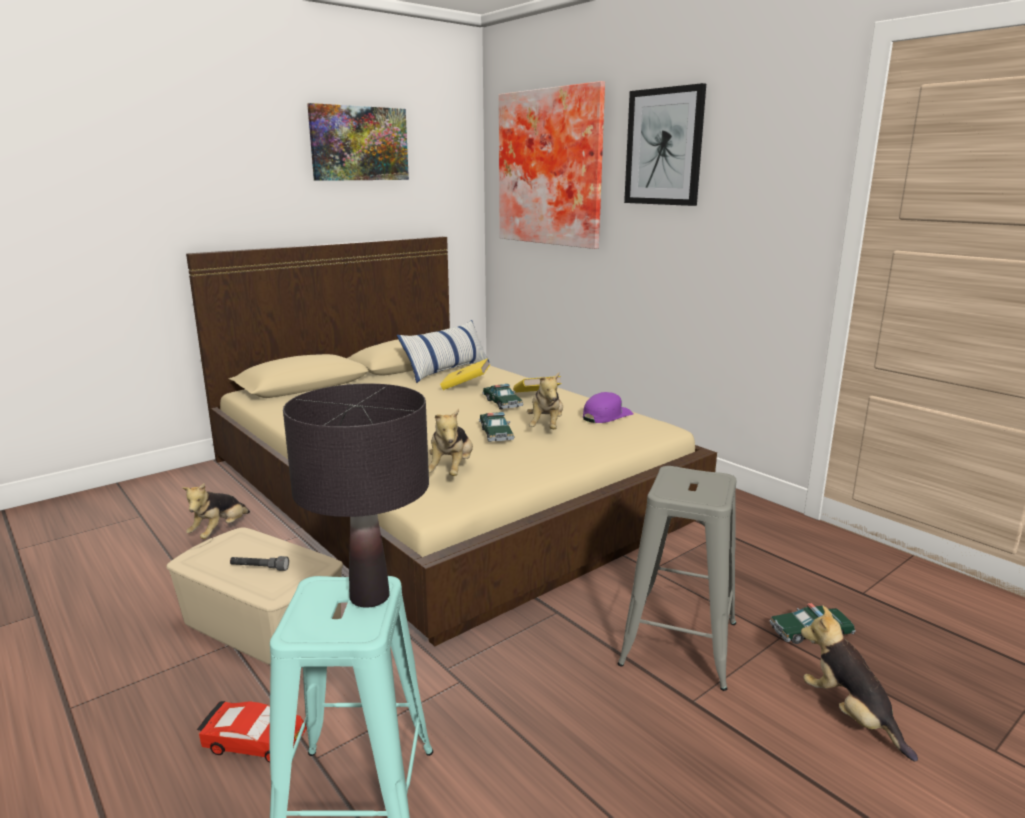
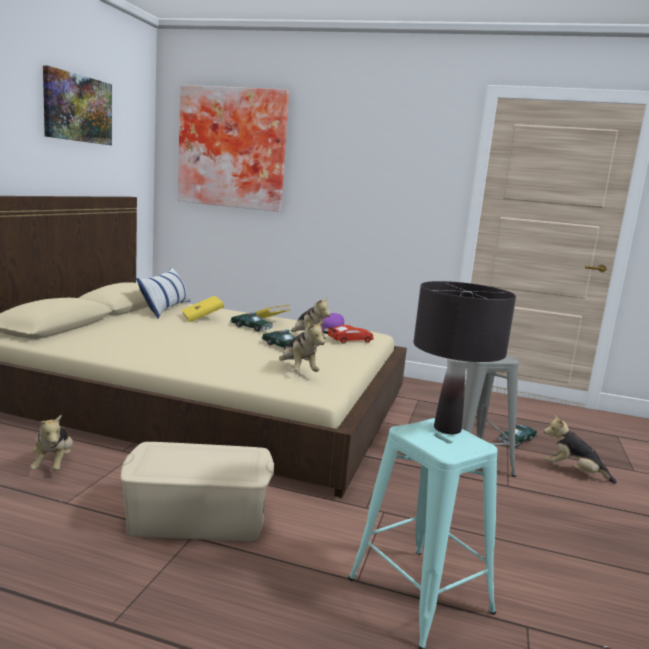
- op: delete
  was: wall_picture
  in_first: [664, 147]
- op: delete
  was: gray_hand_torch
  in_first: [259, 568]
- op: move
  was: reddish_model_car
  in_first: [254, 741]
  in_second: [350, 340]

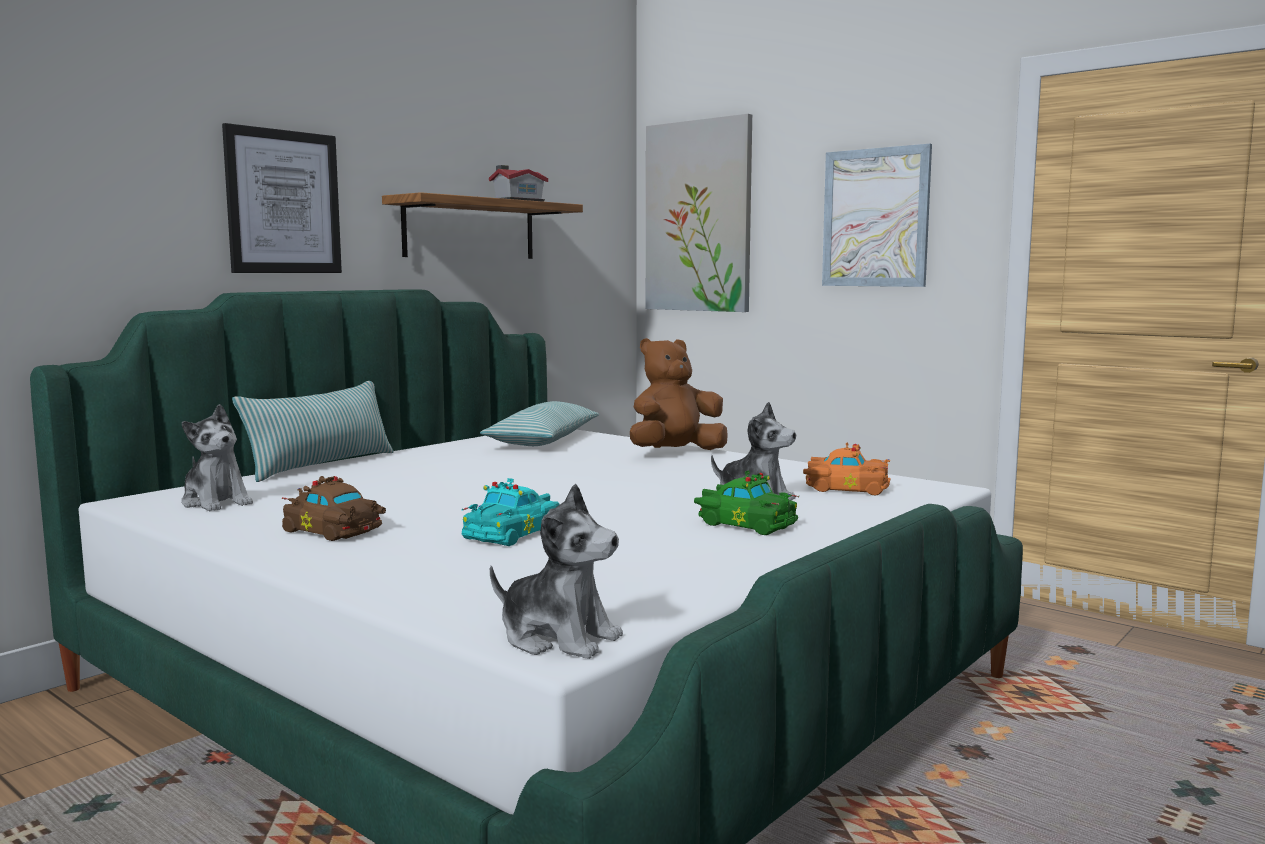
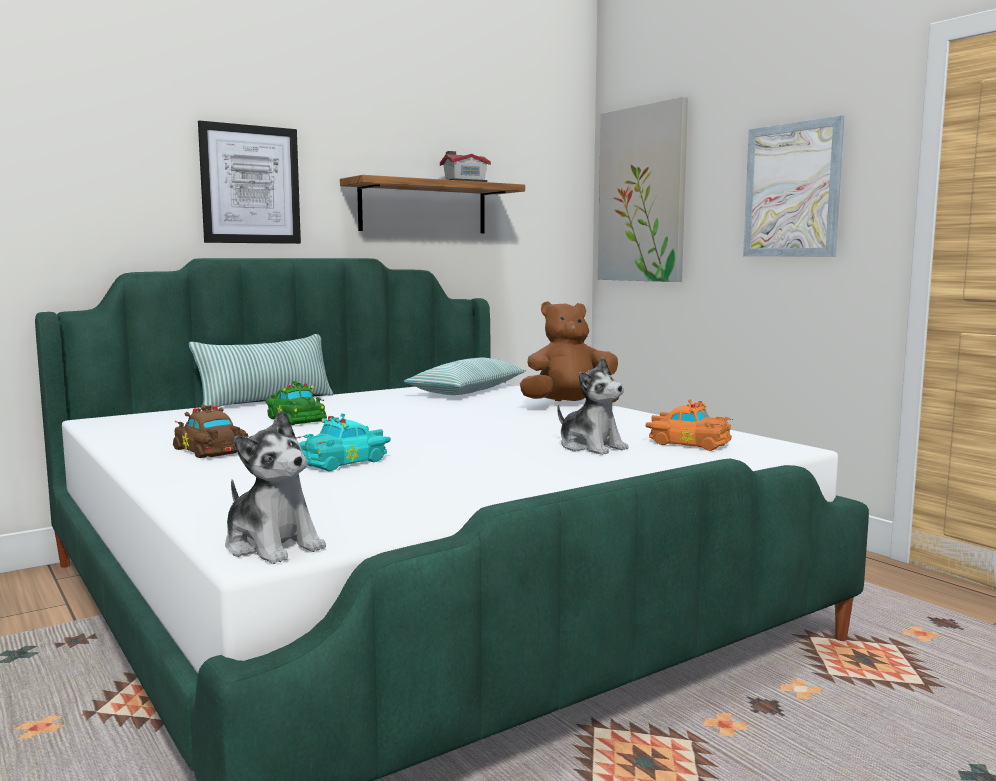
- op: delete
  was: cuddly_toy
  in_first: [216, 502]
- op: move
  was: green-coloured_model_car
  in_first: [745, 524]
  in_second: [296, 419]

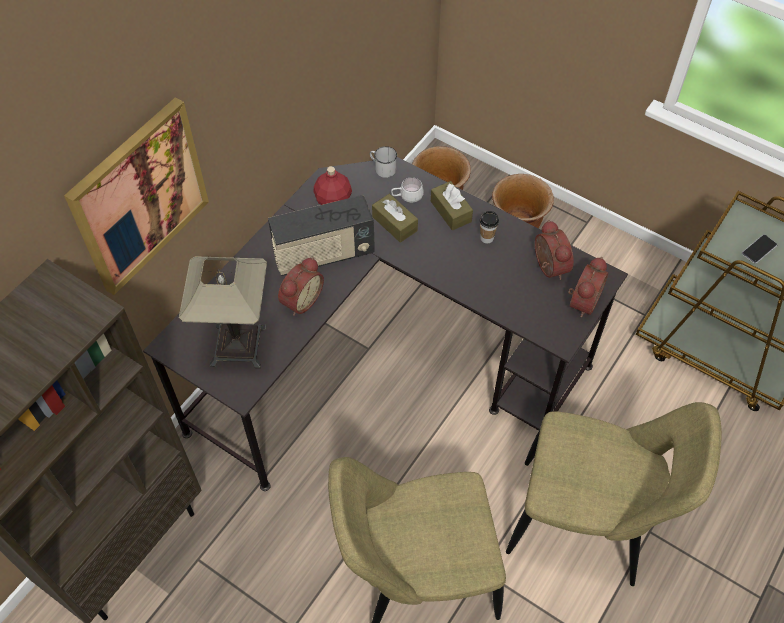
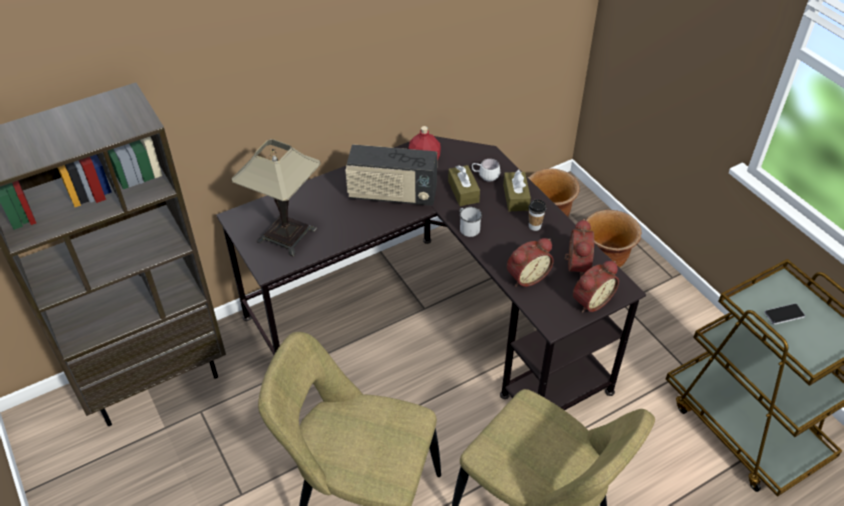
- op: delete
  was: wall_picture
  in_first: [139, 196]
- op: move
  was: white-coloured_mug
  in_first: [382, 168]
  in_second: [467, 227]
- op: move
  was: alarm_clock
  in_first: [300, 300]
  in_second: [526, 276]

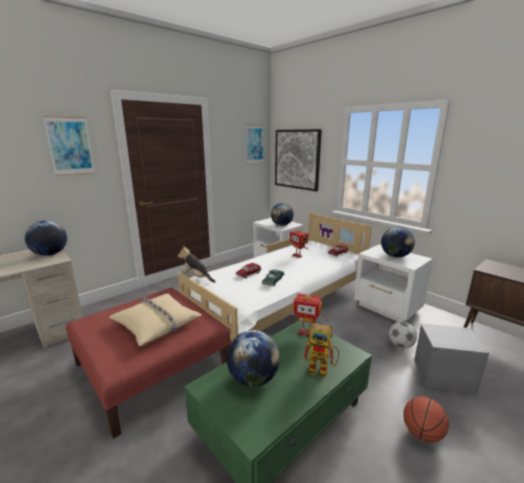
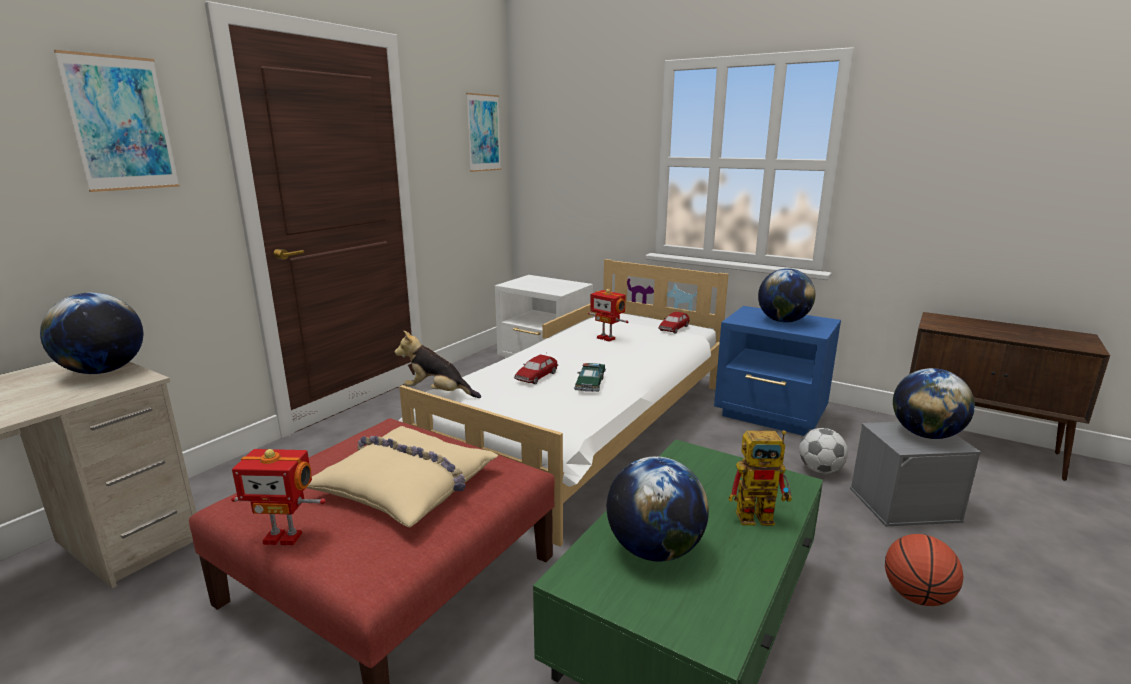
- op: delete
  was: wall_picture
  in_first: [297, 159]
- op: move
  was: desk_globe
  in_first: [281, 225]
  in_second: [925, 434]
- op: recolor
  was: white-coloured_night_table
  now: blue_night_table
  in_first: [387, 308]
  in_second: [771, 415]
- op: move
  was: toy_robot
  in_first: [306, 332]
  in_second: [284, 537]

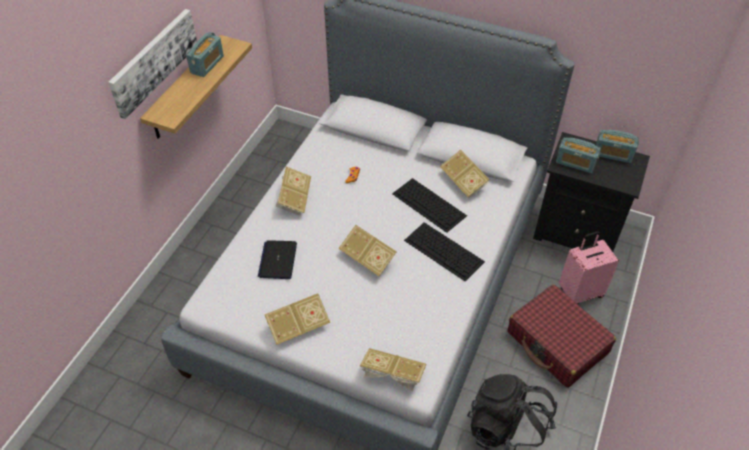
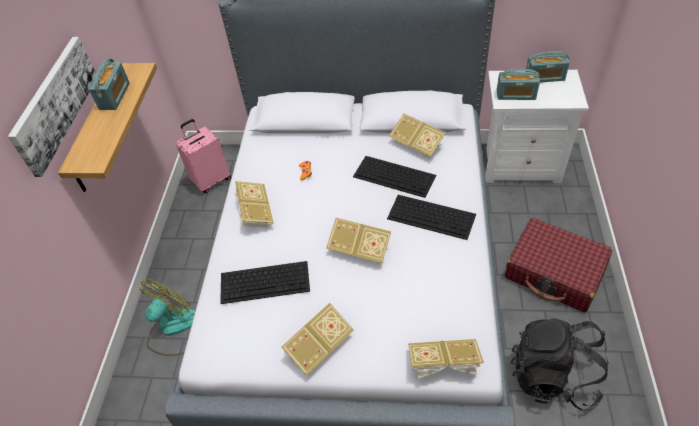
- op: recolor
  was: black_night_table
  now: white-coloured_night_table
  in_first: [577, 232]
  in_second: [520, 164]
- op: move
  was: pinkish_piece_of_luggage
  in_first: [580, 292]
  in_second: [211, 180]
- op: replace
  was: laptop
  now: PC_keyboard
  in_first: [278, 260]
  in_second: [265, 281]
- op: insert
  now: cooling_fan
  in_second: [172, 329]

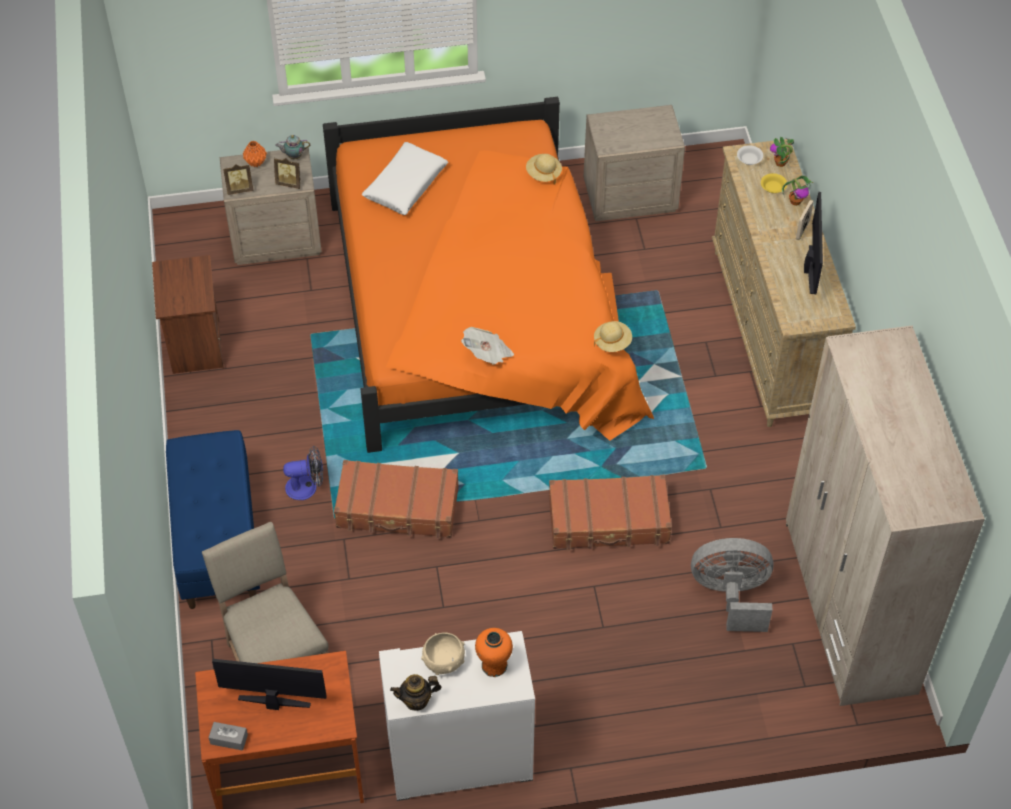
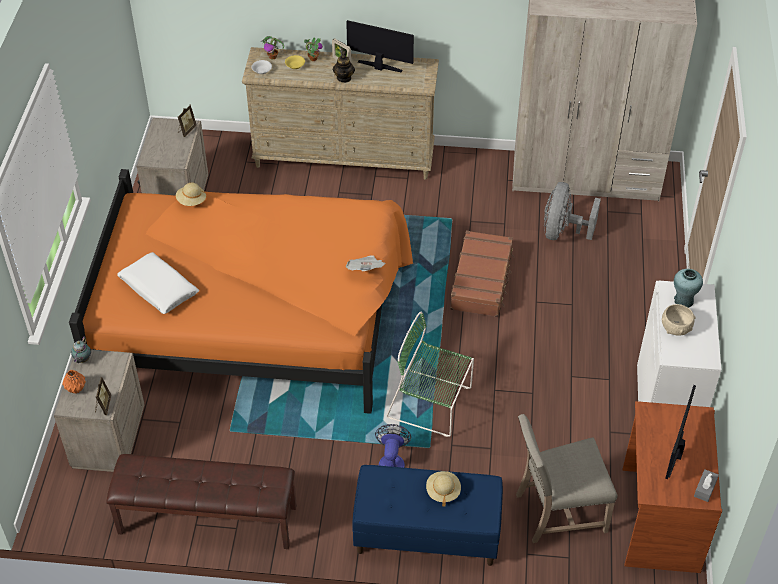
- op: move
  was: photo_frame
  in_first: [289, 183]
  in_second: [186, 130]
- op: replace
  was: brownish_night_table
  now: brownish_indoor_bench
  in_first: [194, 346]
  in_second: [207, 520]
- op: move
  was: sand-coloured_wearable_hat
  in_first: [612, 342]
  in_second: [443, 491]
- op: replace
  was: brownish_piece_of_luggage
  now: green-coloured_plain_chair
  in_first: [398, 508]
  in_second: [432, 404]
- op: recolor
  was: orange-coloured_flower_vase
  now: turquoise-coloured_flower_vase
  in_first: [494, 665]
  in_second: [683, 301]
- op: move
  was: pot_for_tea
  in_first: [416, 700]
  in_second: [344, 78]

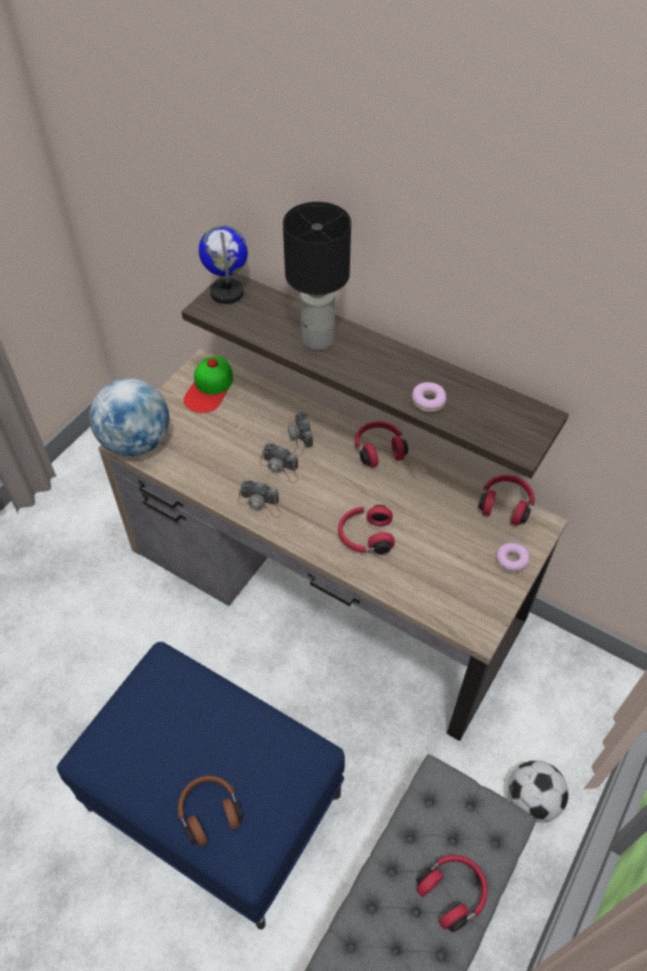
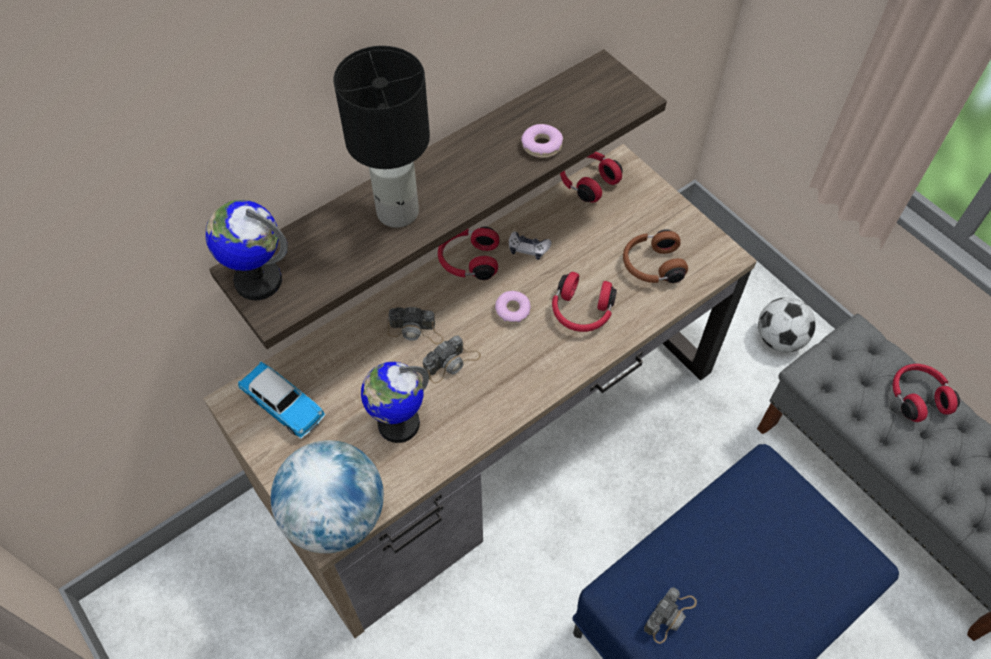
- op: replace
  was: peaked_cap
  now: model_car
  in_first: [209, 388]
  in_second: [284, 405]
- op: move
  was: still_camera
  in_first: [261, 503]
  in_second: [670, 615]
- op: move
  was: doughnut
  in_first: [511, 560]
  in_second: [512, 311]
- op: move
  was: brownish_headset
  in_first: [209, 811]
  in_second: [651, 266]
- op: insert
  now: gamepad
  in_second: [528, 249]
- op: insert
  now: desk_globe
  in_second: [398, 423]

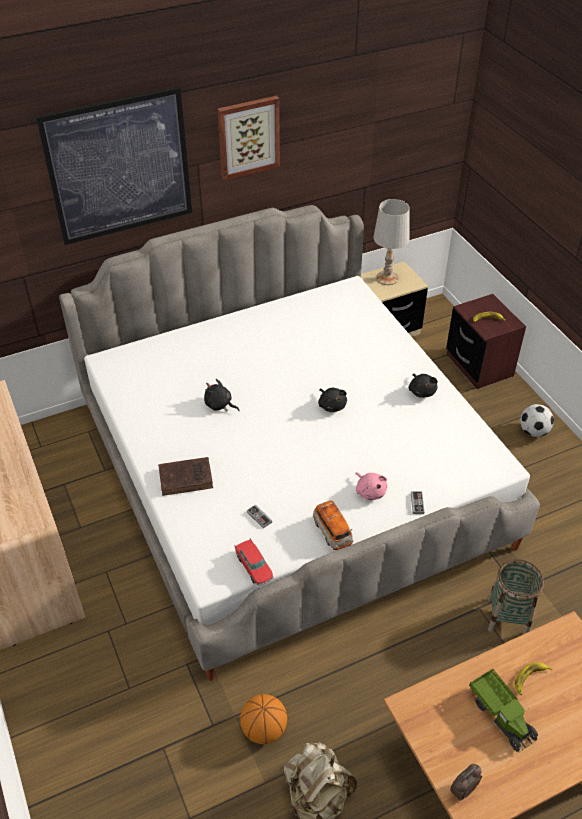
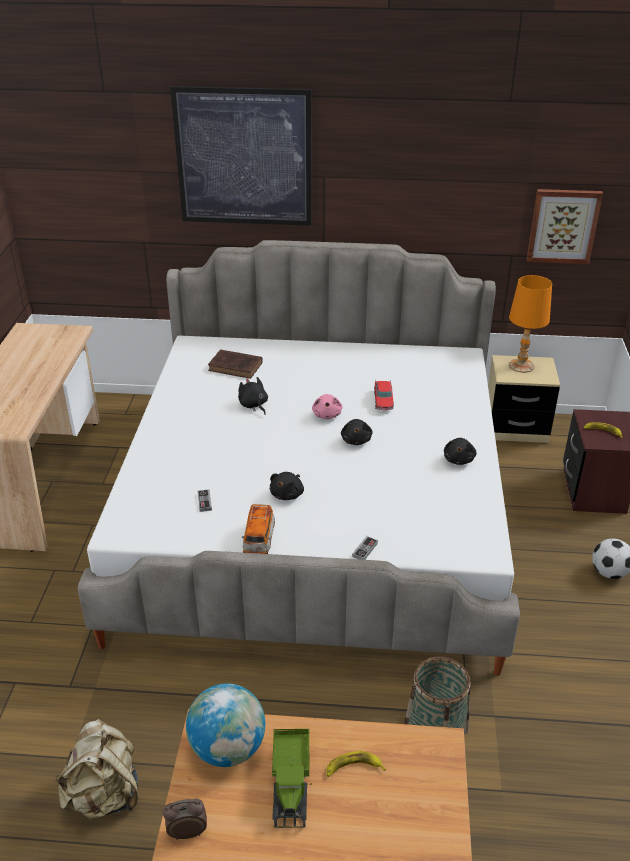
- op: move
  was: wall_picture
  in_first: [248, 137]
  in_second: [563, 226]
- op: recolor
  was: white-coloured_table_lamp
  now: orange-coloured_table_lamp
  in_first: [387, 278]
  in_second: [522, 365]
- op: move
  was: brownish_book
  in_first: [187, 478]
  in_second: [237, 367]
- op: move
  was: pinkish_cuddly_toy
  in_first: [370, 491]
  in_second: [327, 414]
- op: move
  was: model_car
  in_first: [254, 566]
  in_second: [383, 401]
- op: delete
  was: basketball
  in_first: [264, 729]
- op: insert
  now: black_cuddly_toy
  in_second: [288, 494]
- op: insert
  now: desk_globe
  in_second: [228, 748]

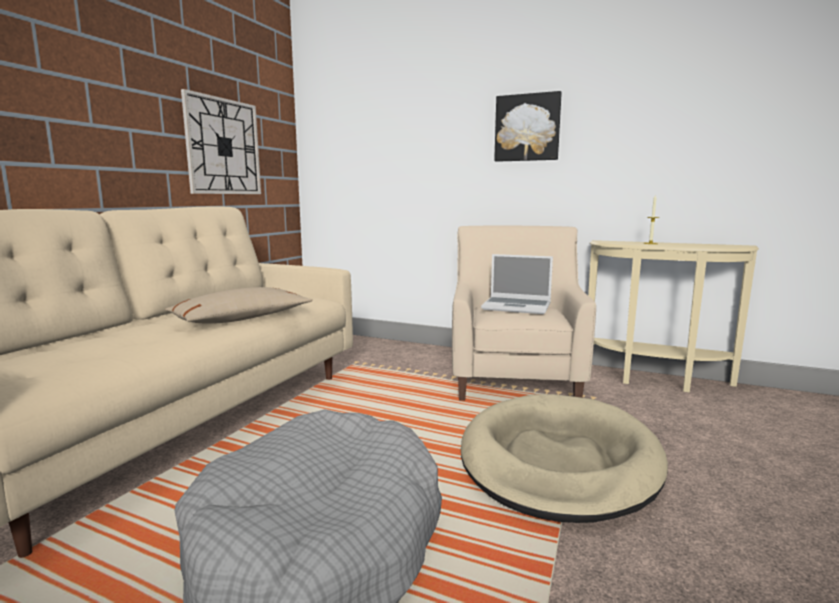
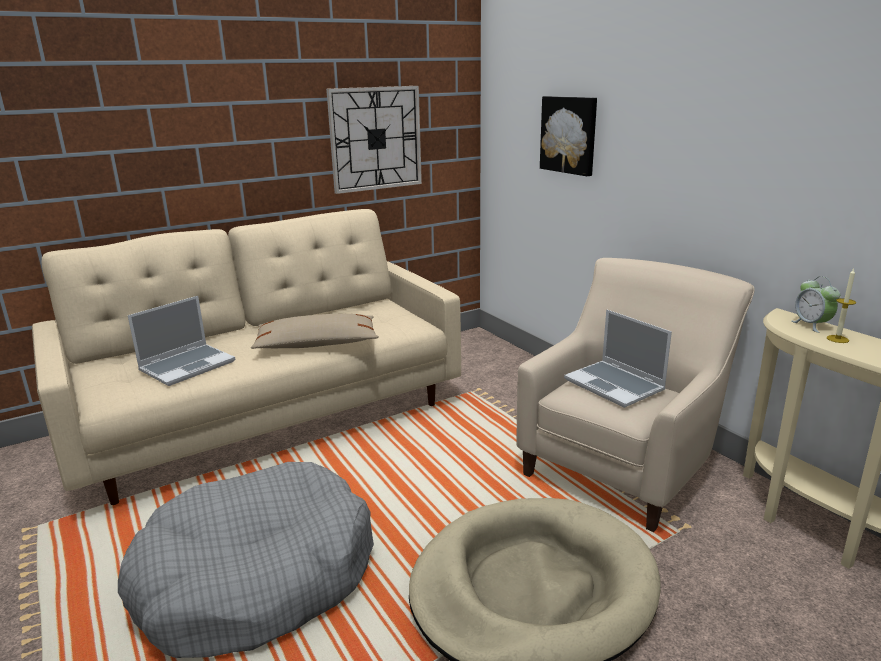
- op: move
  was: wall_picture
  in_first: [527, 128]
  in_second: [569, 135]
- op: insert
  now: alarm_clock
  in_second: [811, 325]
- op: insert
  now: laptop
  in_second: [188, 365]

